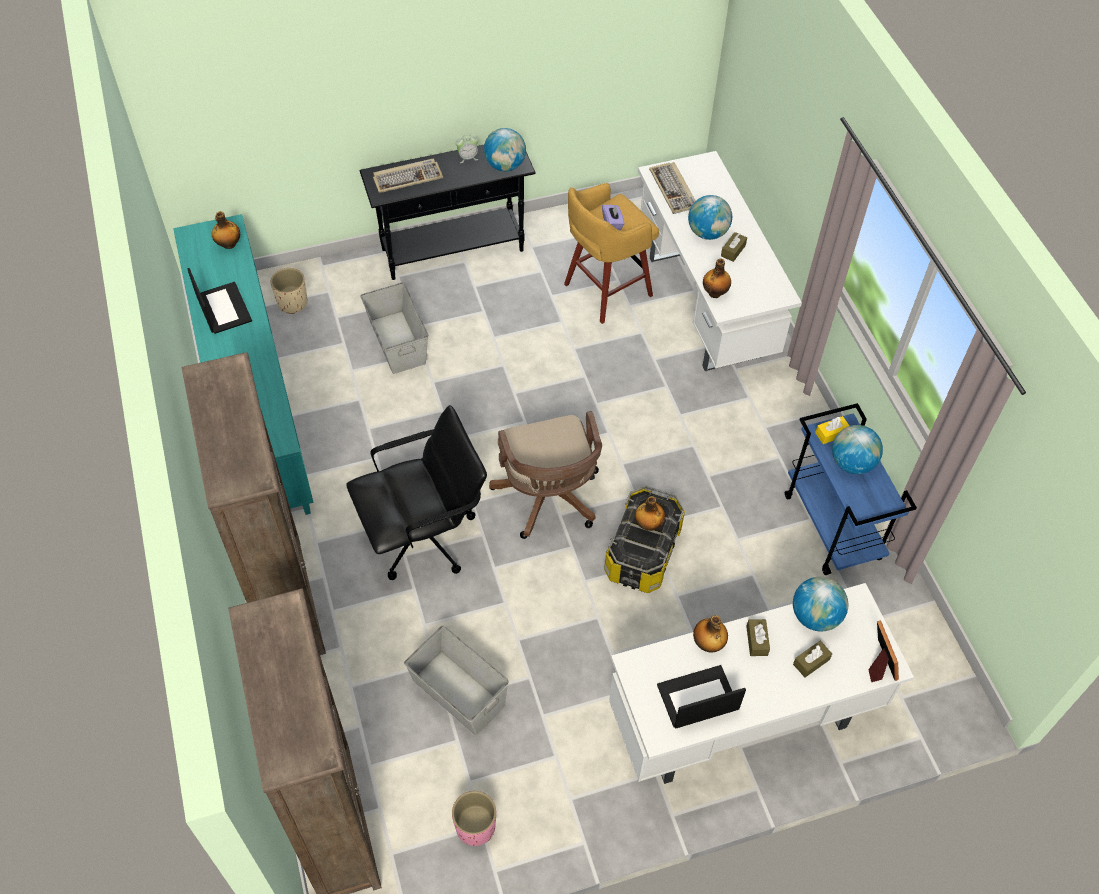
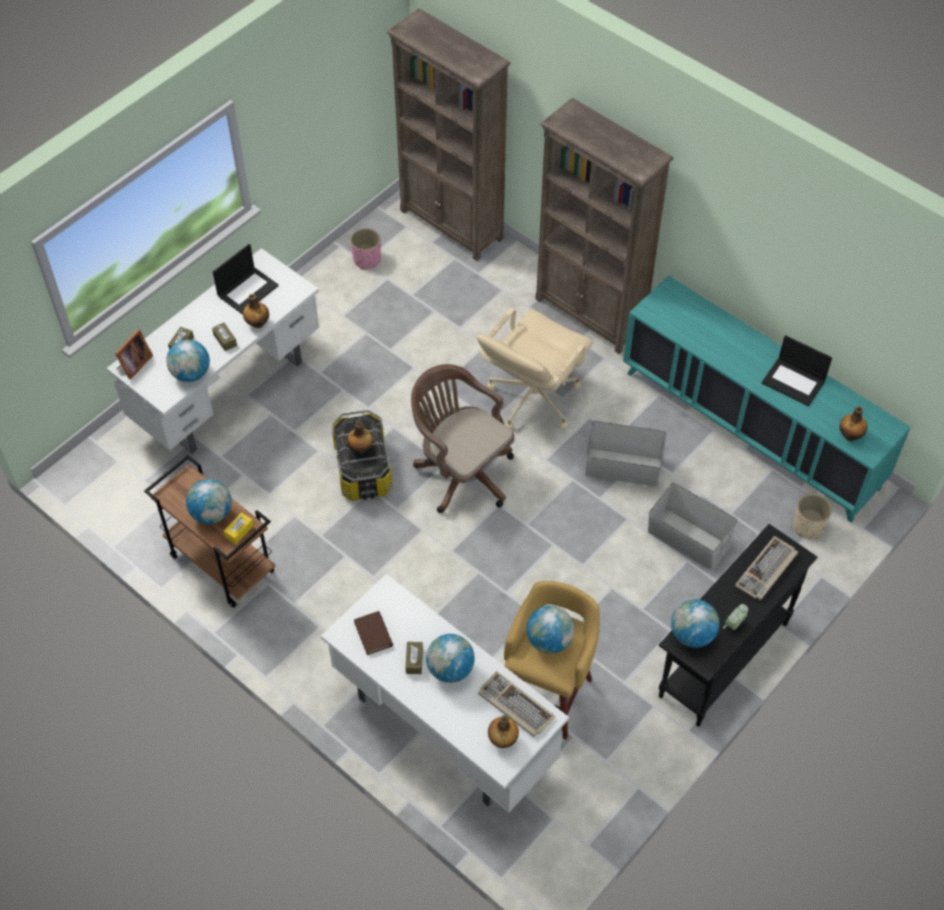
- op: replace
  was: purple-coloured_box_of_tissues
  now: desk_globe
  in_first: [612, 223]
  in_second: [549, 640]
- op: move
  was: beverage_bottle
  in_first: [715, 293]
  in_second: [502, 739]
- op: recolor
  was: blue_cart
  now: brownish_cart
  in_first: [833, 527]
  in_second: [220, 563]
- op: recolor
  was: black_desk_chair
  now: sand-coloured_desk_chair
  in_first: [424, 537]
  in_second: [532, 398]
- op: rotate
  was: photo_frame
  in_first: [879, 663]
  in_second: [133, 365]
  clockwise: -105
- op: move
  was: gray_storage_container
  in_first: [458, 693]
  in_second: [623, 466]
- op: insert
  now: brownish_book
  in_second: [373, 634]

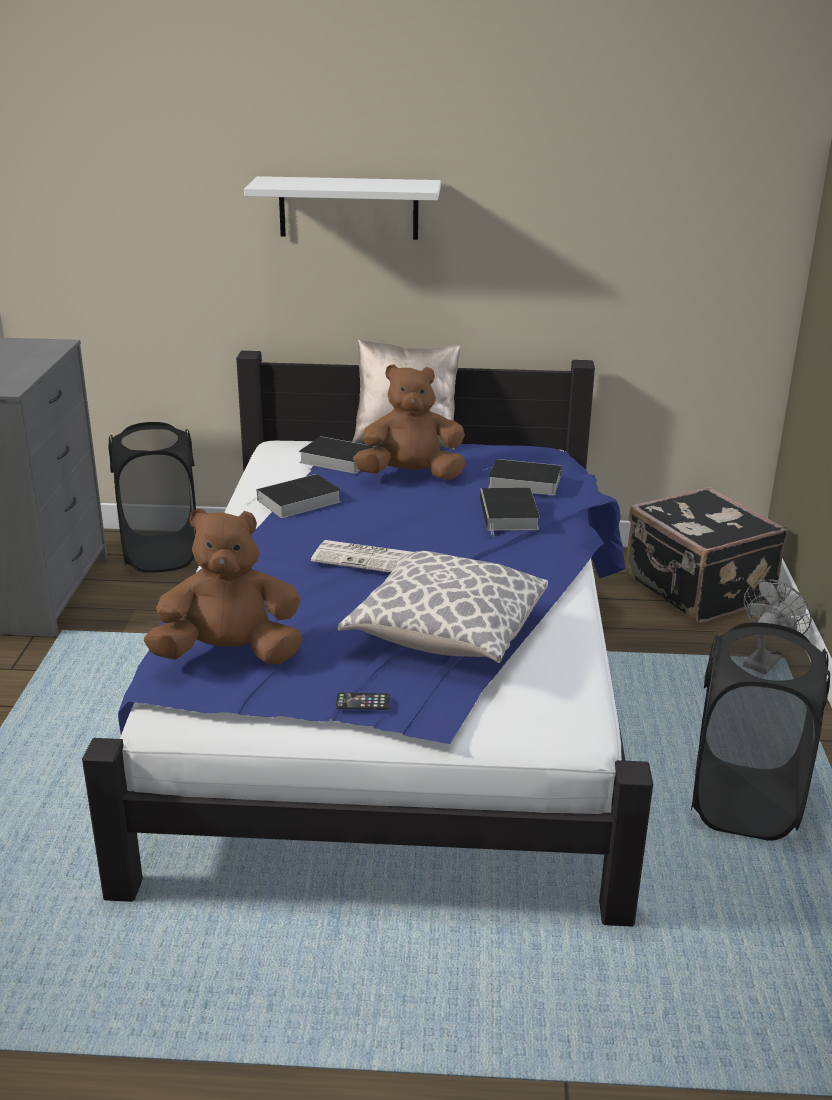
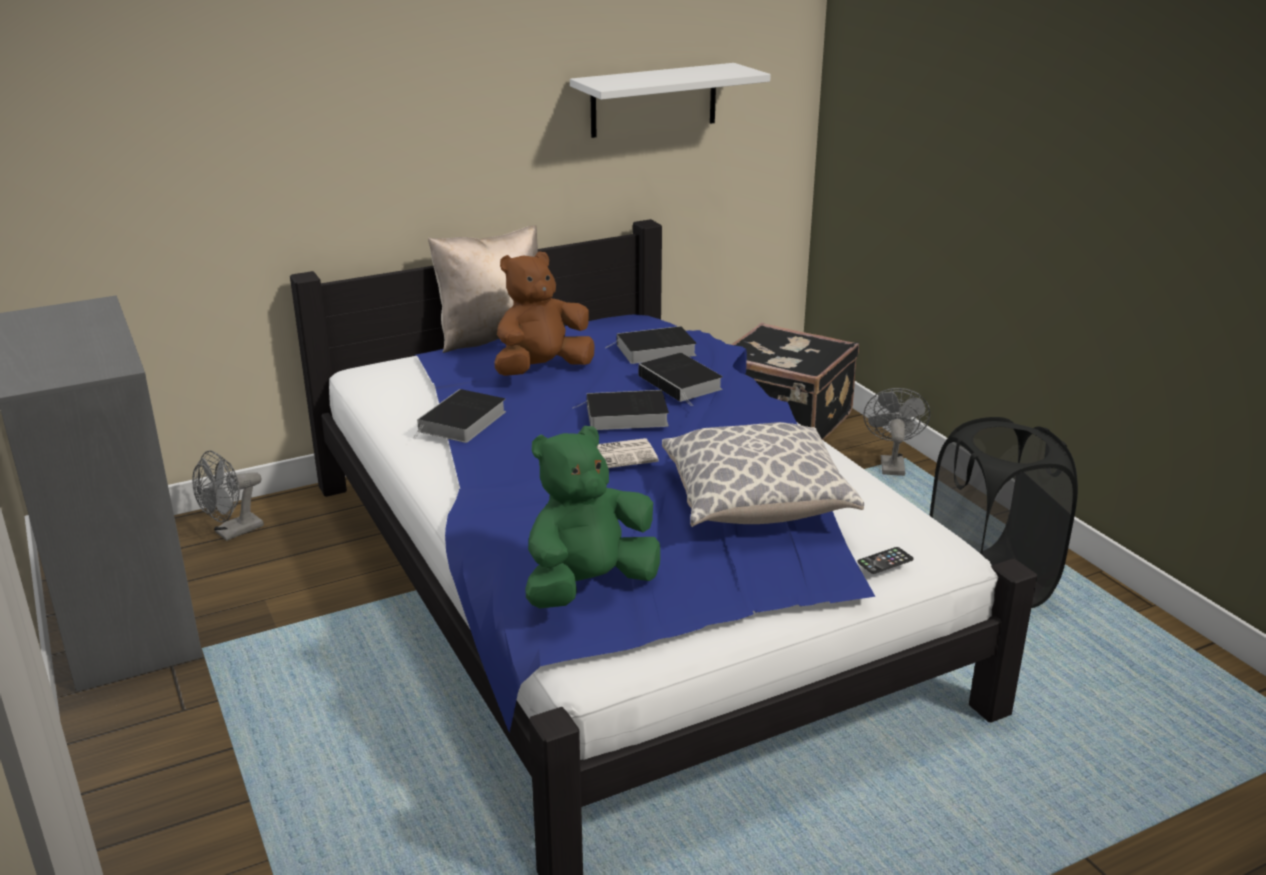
- op: move
  was: white-coloured_bracket_shelf
  in_first: [348, 208]
  in_second: [654, 100]
- op: replace
  was: black_laundry_basket
  now: gray_cooling_fan
  in_first: [161, 554]
  in_second: [233, 532]
- op: move
  was: book
  in_first: [335, 459]
  in_second: [624, 416]
- op: recolor
  was: brownish_cuddly_toy
  now: green-coloured_cuddly_toy
  in_first: [230, 654]
  in_second: [588, 586]
- op: move
  was: phone
  in_first: [363, 702]
  in_second: [885, 561]

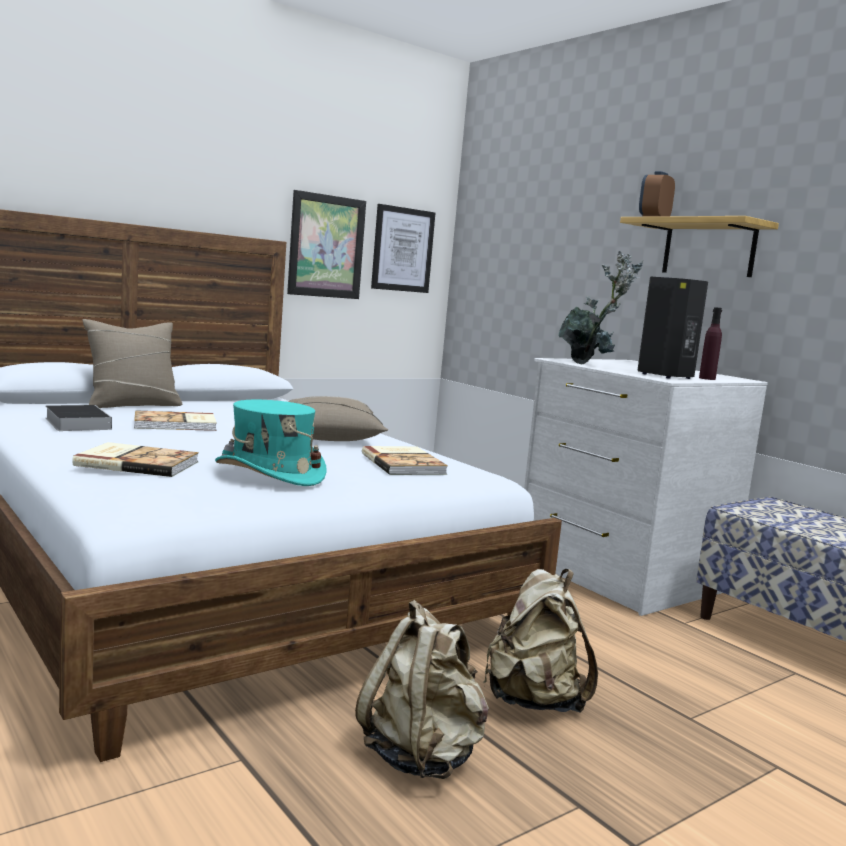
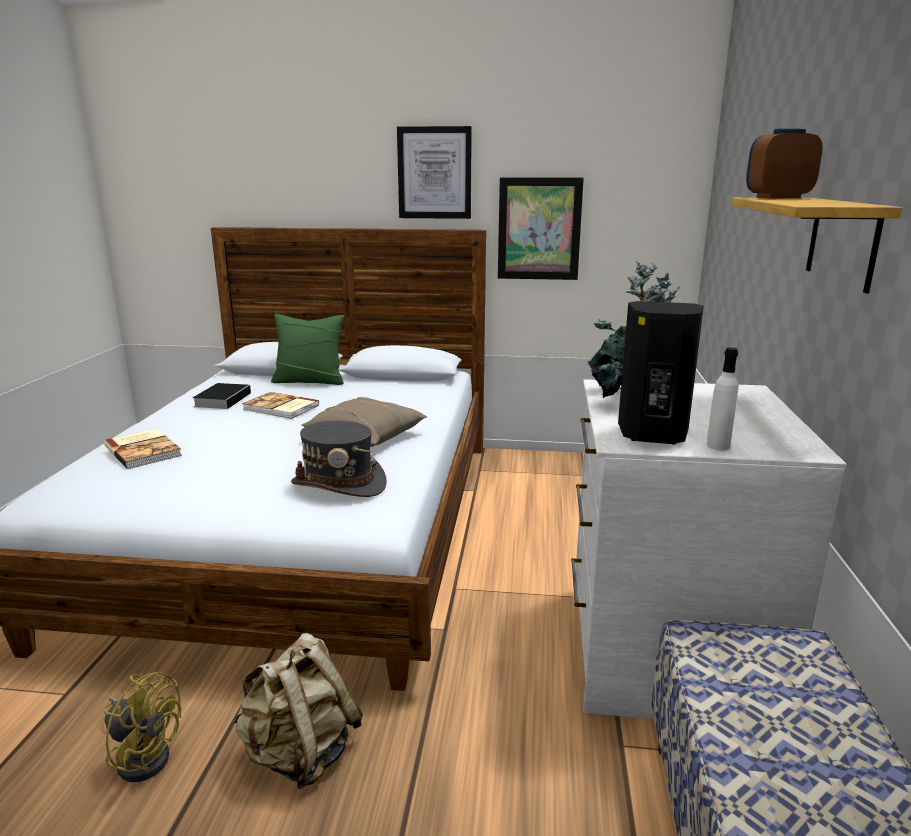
- op: move
  was: wall_picture
  in_first: [402, 249]
  in_second: [434, 173]
- op: recolor
  was: purple-coloured_beverage_bottle
  now: white-coloured_beverage_bottle
  in_first: [707, 378]
  in_second: [718, 446]
- op: recolor
  was: sand-coloured_cushion
  now: green-coloured_cushion
  in_first: [132, 405]
  in_second: [309, 381]
- op: delete
  was: turquoise-coloured_wearable_hat
  in_first: [270, 473]
- op: replace
  was: book
  now: gray_wearable_hat
  in_first: [404, 463]
  in_second: [339, 484]
- op: replace
  was: sand-coloured_backpack
  now: yellow-coloured_cooling_fan
  in_first: [421, 755]
  in_second: [144, 754]

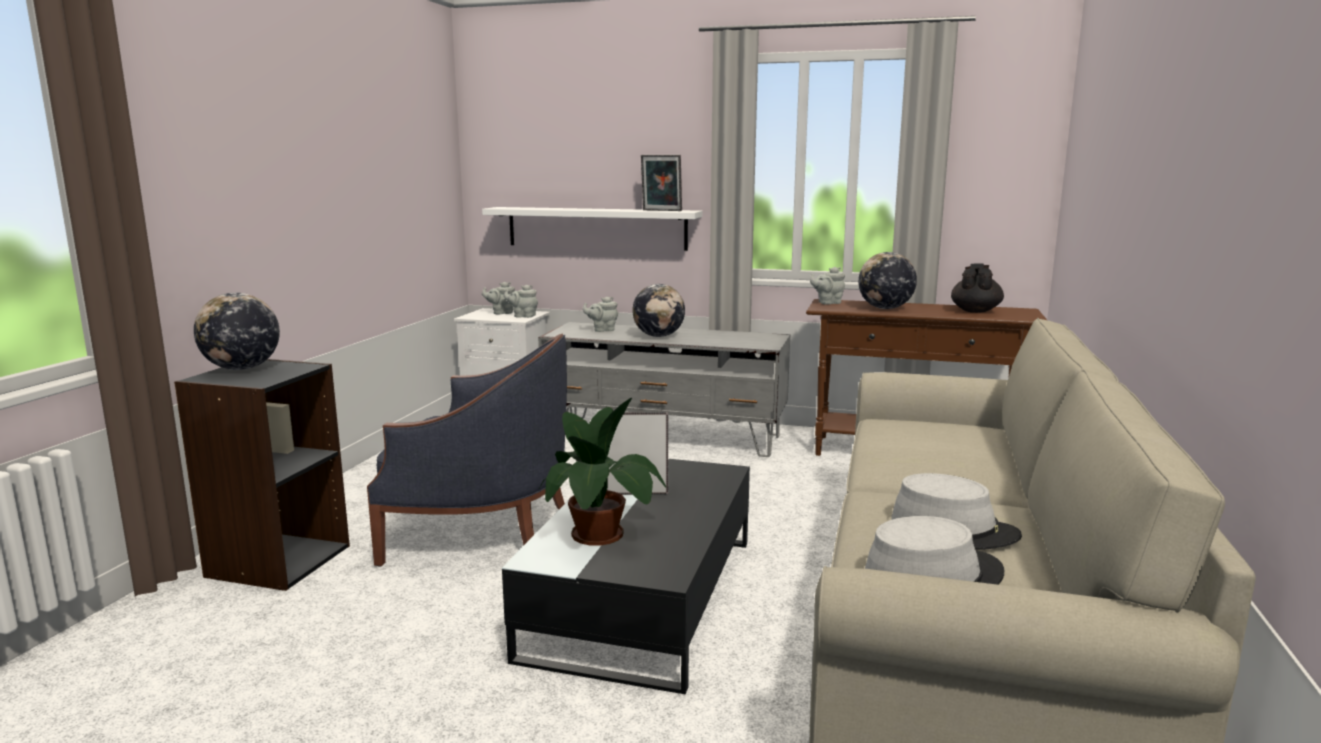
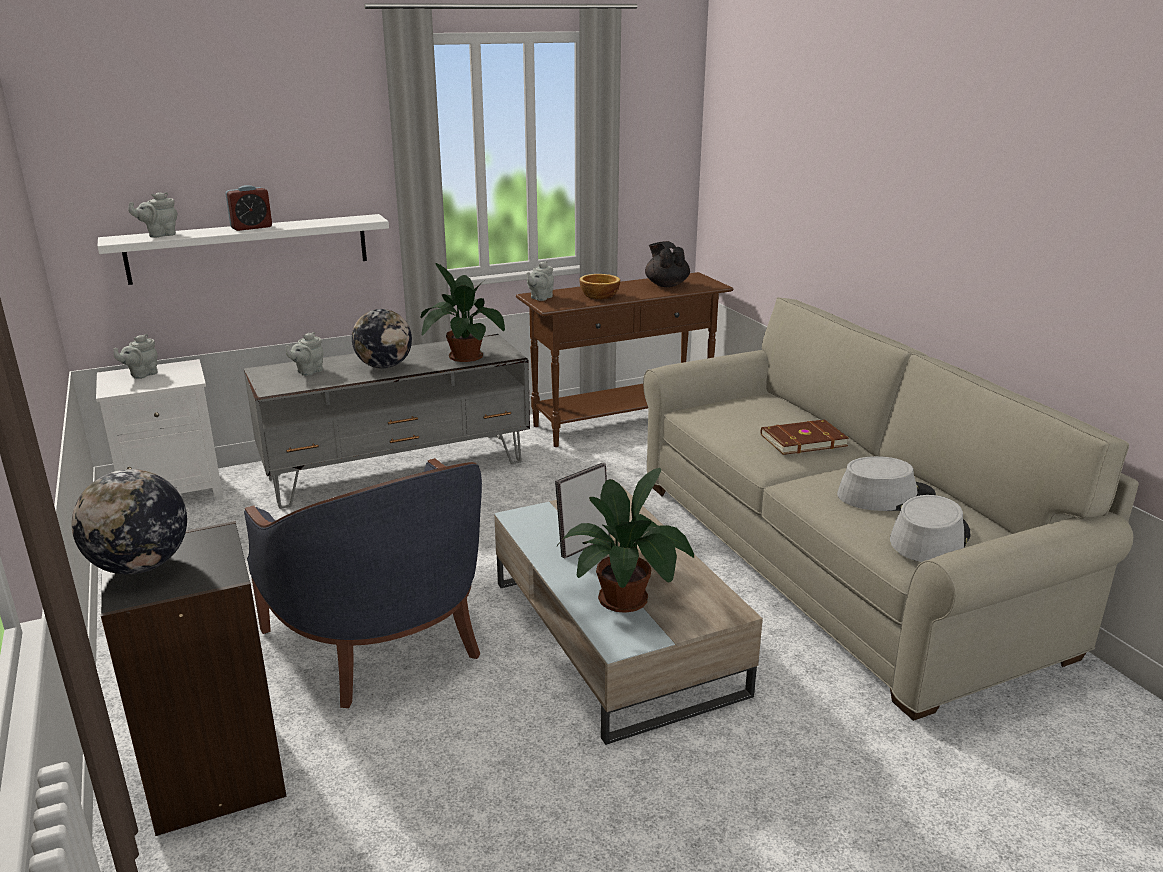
- op: delete
  was: photo_frame
  in_first: [661, 210]
- op: replace
  was: desk_globe
  now: deep_dish
  in_first: [885, 308]
  in_second: [598, 296]
- op: move
  was: gray_pot_for_tea
  in_first: [523, 316]
  in_second: [160, 235]
- op: rotate
  was: blue_easy_chair
  in_first: [481, 530]
  in_second: [380, 640]
  clockwise: 90
- op: recolor
  was: black_lounge_table
  now: sand-coloured_lounge_table
  in_first: [643, 595]
  in_second: [614, 635]
- op: insert
  now: alarm_clock
  in_second: [251, 227]
- op: insert
  now: potted_plant
  in_second: [463, 355]
- op: insert
  now: brownish_book
  in_second: [802, 440]

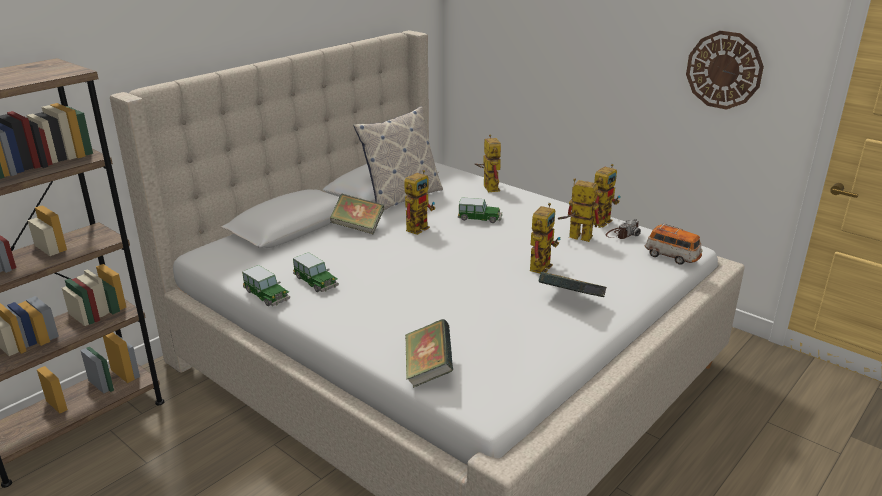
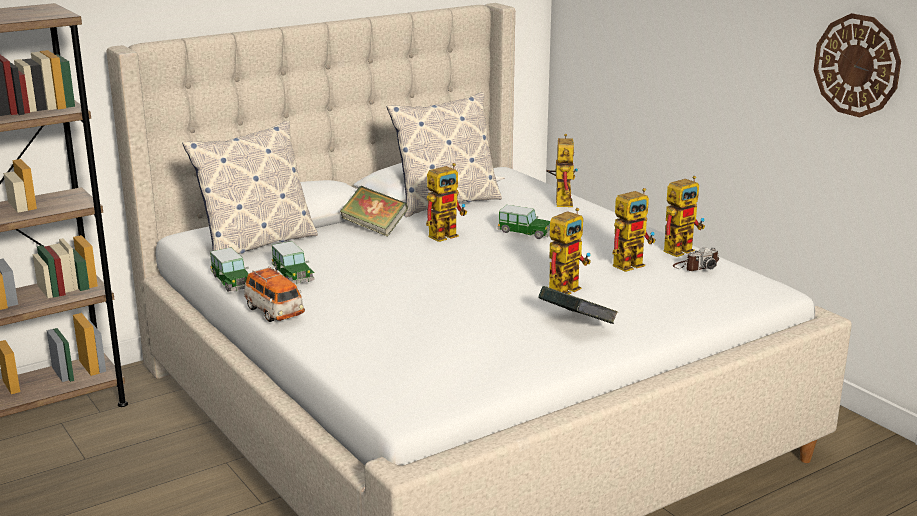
- op: rotate
  was: toy_robot
  in_first: [574, 237]
  in_second: [631, 263]
  clockwise: 105
- op: move
  was: model_car
  in_first: [672, 256]
  in_second: [274, 312]
- op: delete
  was: book
  in_first: [428, 370]
- op: insert
  now: cushion
  in_second: [256, 245]

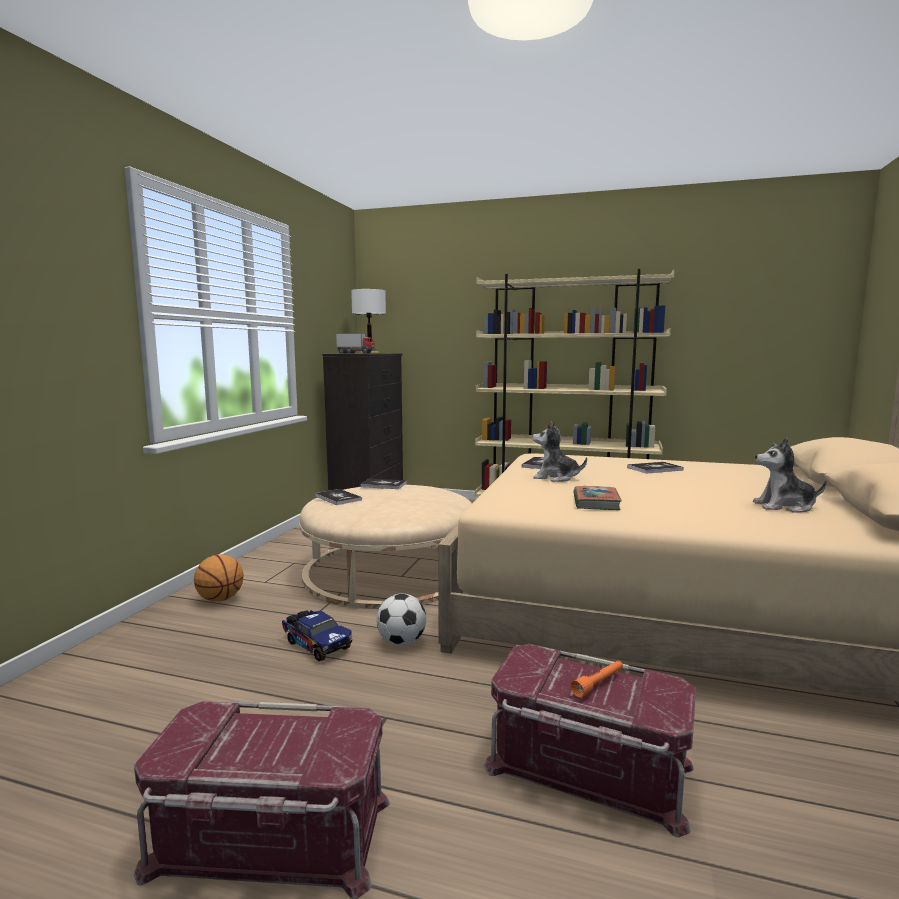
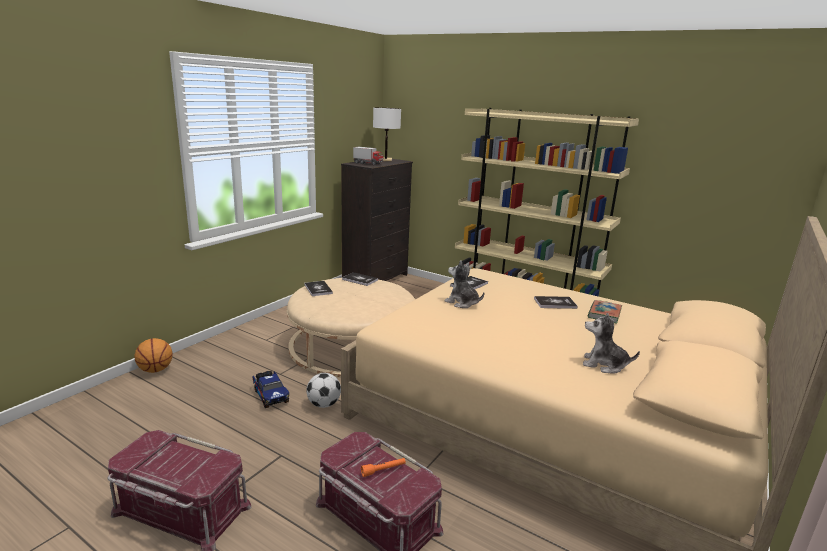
- op: move
  was: book
  in_first: [596, 502]
  in_second: [604, 314]
- op: move
  was: basketball
  in_first: [221, 599]
  in_second: [156, 370]

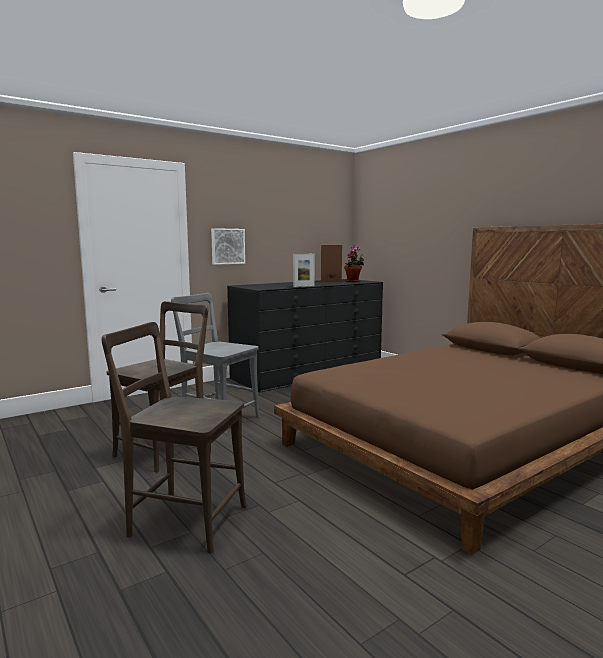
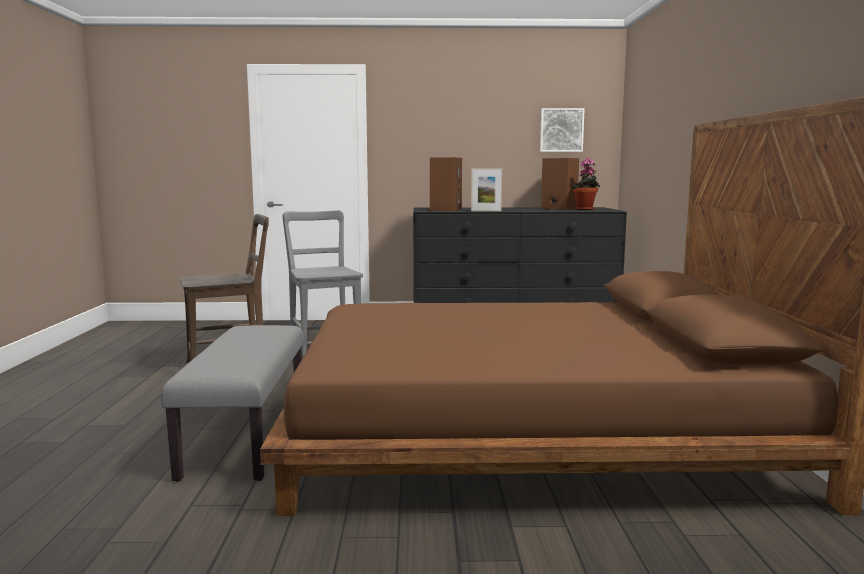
- op: move
  was: wall_picture
  in_first: [227, 246]
  in_second: [561, 130]
- op: delete
  was: brownish_plain_chair
  in_first: [183, 520]
- op: insert
  now: brownish_audio_speaker
  in_second: [445, 210]
- op: insert
  now: gray_indoor_bench
  in_second: [248, 435]

